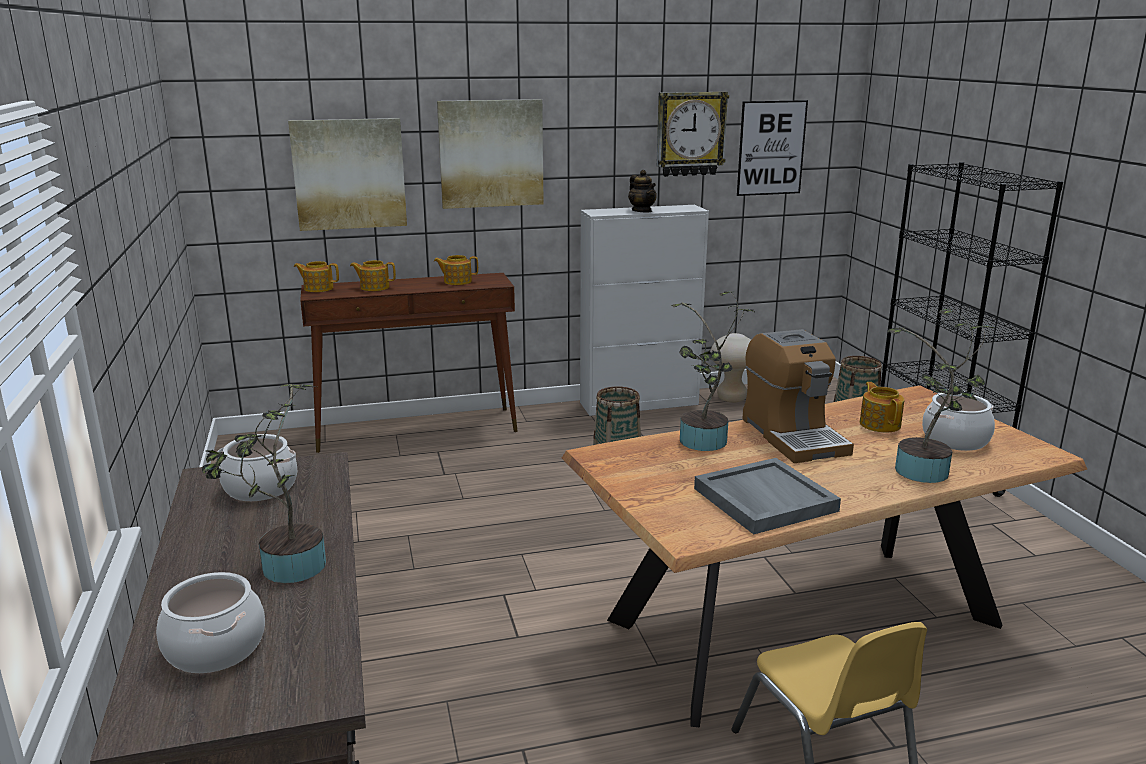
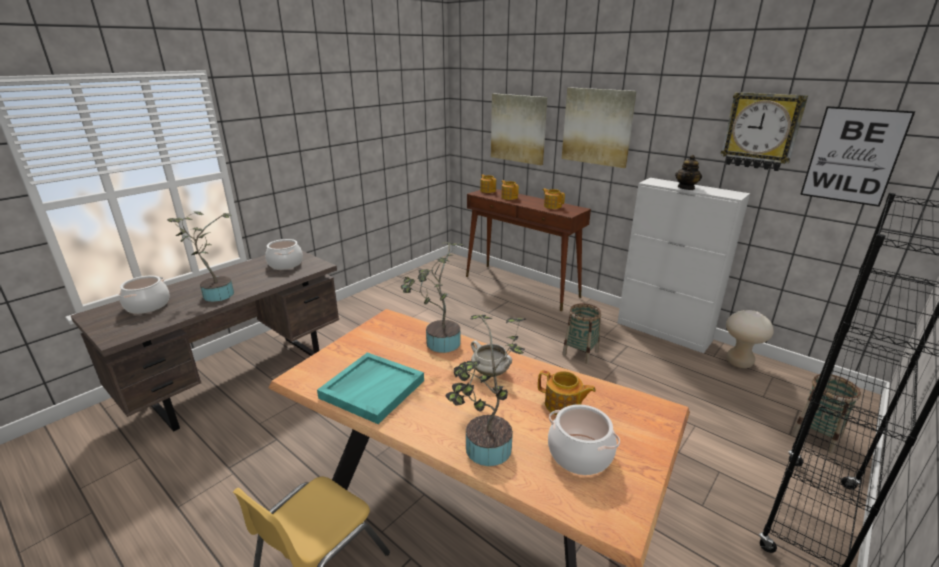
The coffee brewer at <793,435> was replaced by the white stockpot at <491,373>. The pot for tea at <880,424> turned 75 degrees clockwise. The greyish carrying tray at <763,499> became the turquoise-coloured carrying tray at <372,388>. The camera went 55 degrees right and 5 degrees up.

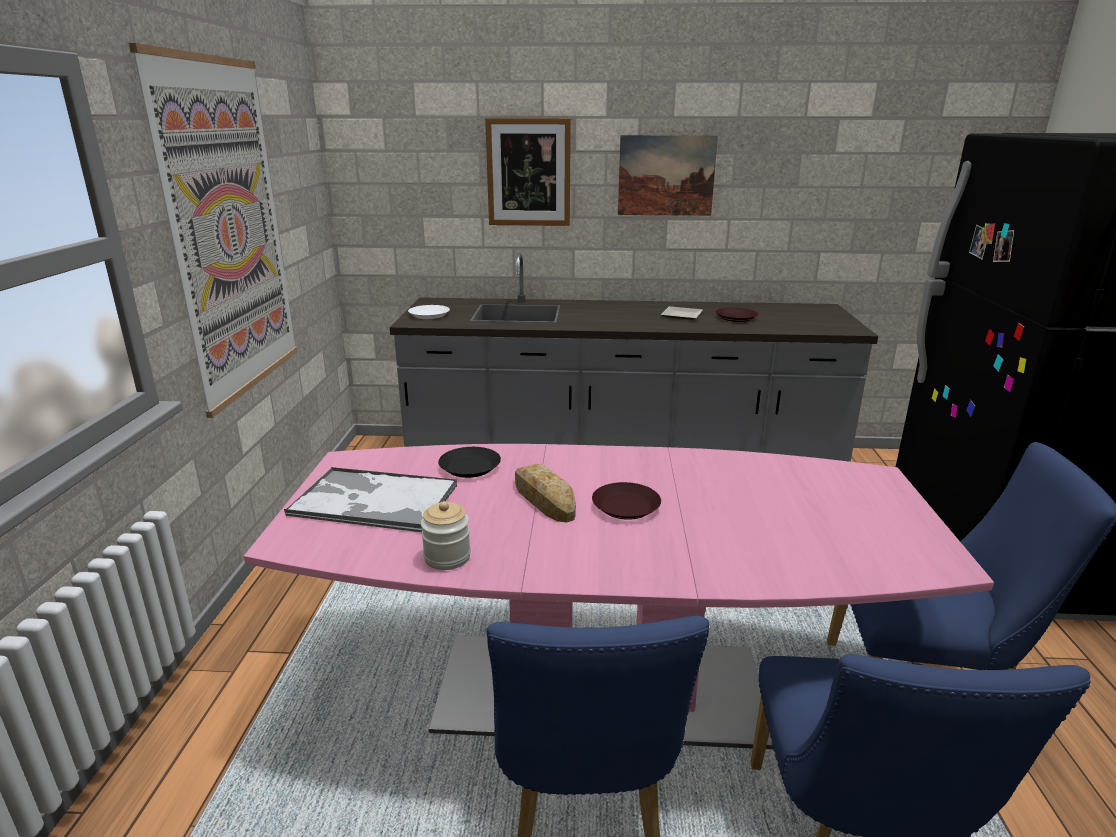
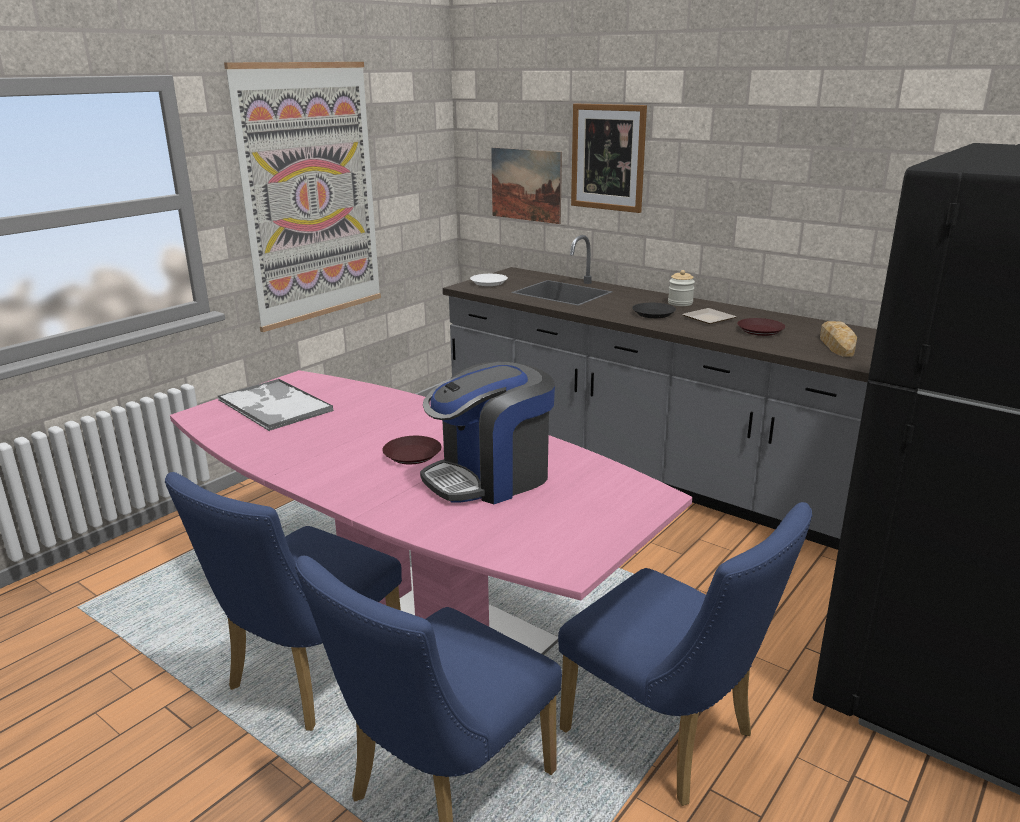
The picture moved from <666,176> to <526,185>. The black plate moved from <469,467> to <653,314>. The baked bread moved from <544,498> to <836,344>. The preserve jar moved from <447,557> to <680,303>. The coffee brewer at <490,477> appeared. The camera went 35 degrees right and 0 degrees up.

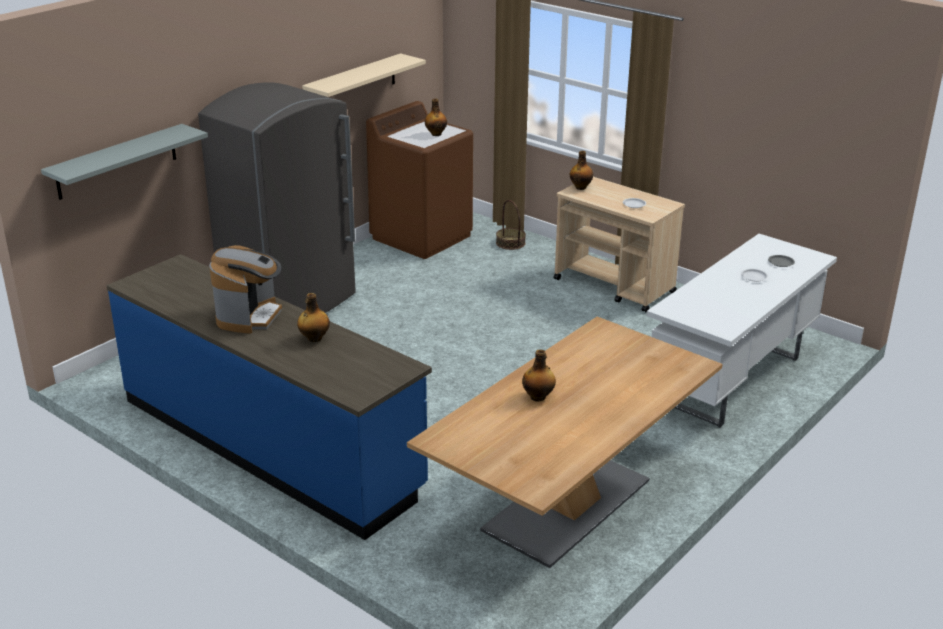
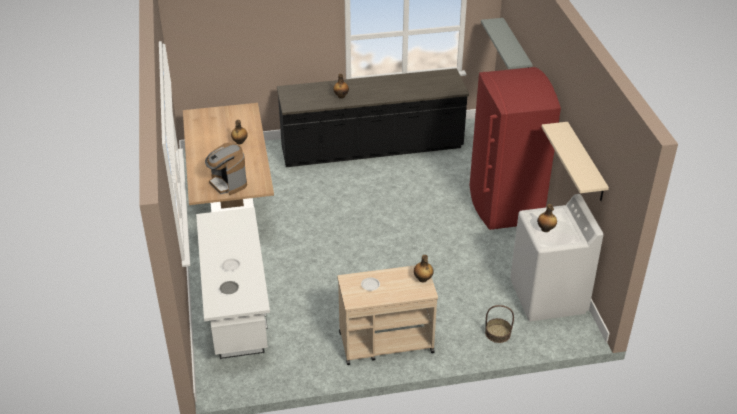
The greyish kitchen fridge at <290,302> became the red-coloured kitchen fridge at <504,205>. The brownish washing machine at <422,237> became the white washing machine at <548,297>. The coffee brewer moved from <249,316> to <228,183>. The bluish kitchen counter at <270,444> became the black kitchen counter at <372,149>. The camera went 130 degrees right and 10 degrees up.

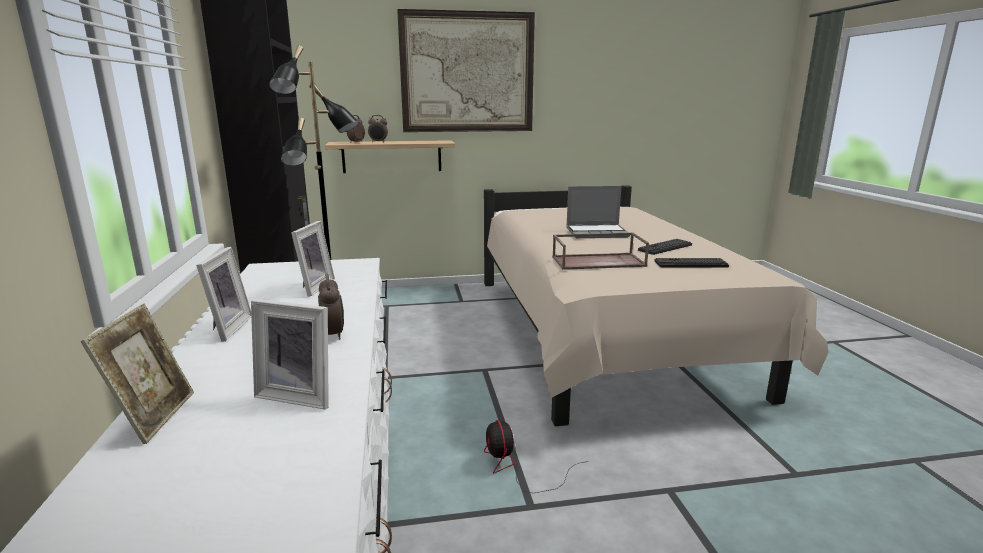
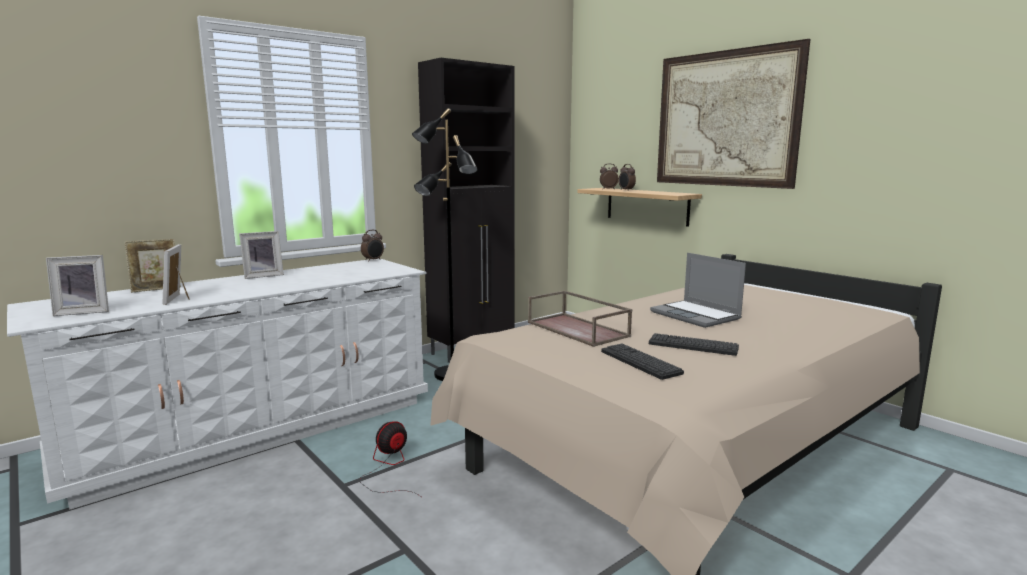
The photo frame moved from <312,287> to <84,312>. The table clock moved from <334,334> to <373,260>. The camera went 60 degrees right and 5 degrees down.

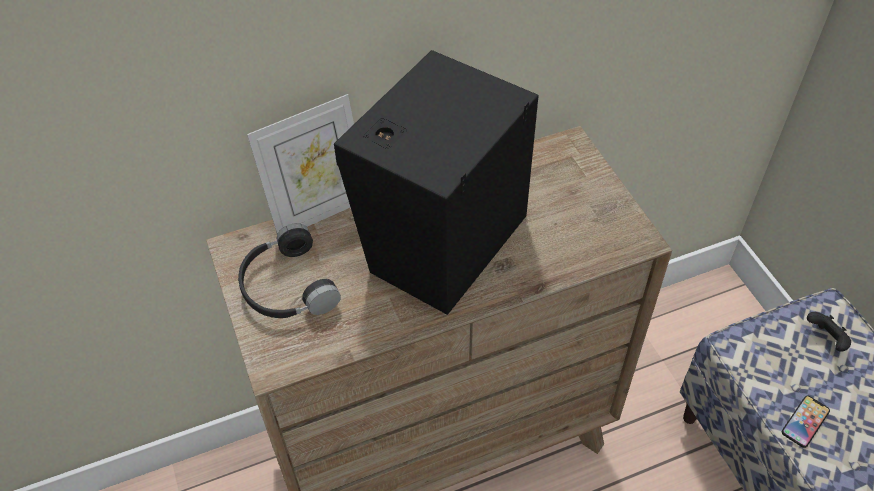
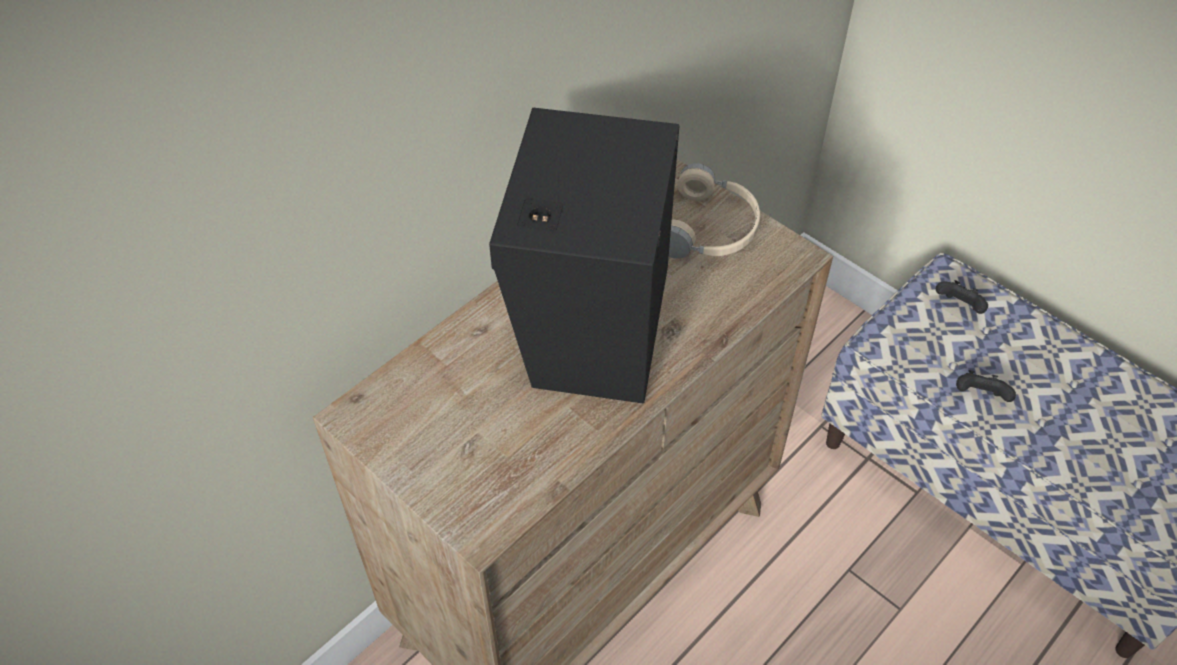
The photo frame at <319,212> disappeared. The black pair of headphones at <286,287> disappeared. The handset at <805,422> was replaced by the black game controller at <979,396>. The beige-coloured pair of headphones at <711,229> appeared. The camera went 25 degrees left and 0 degrees up.

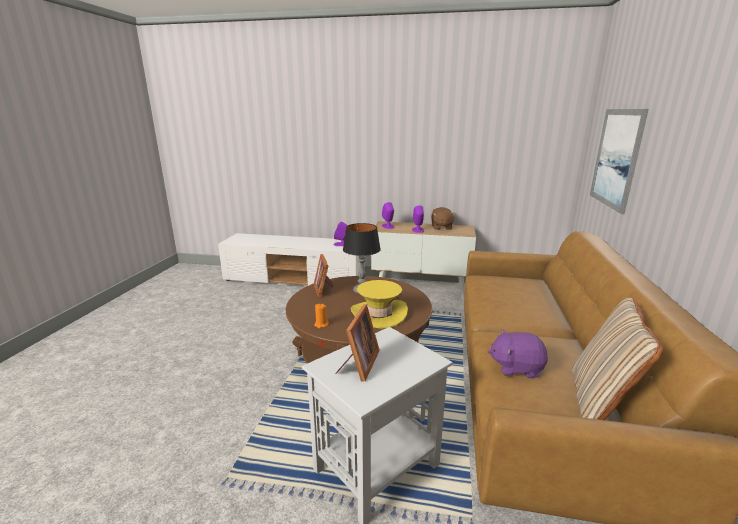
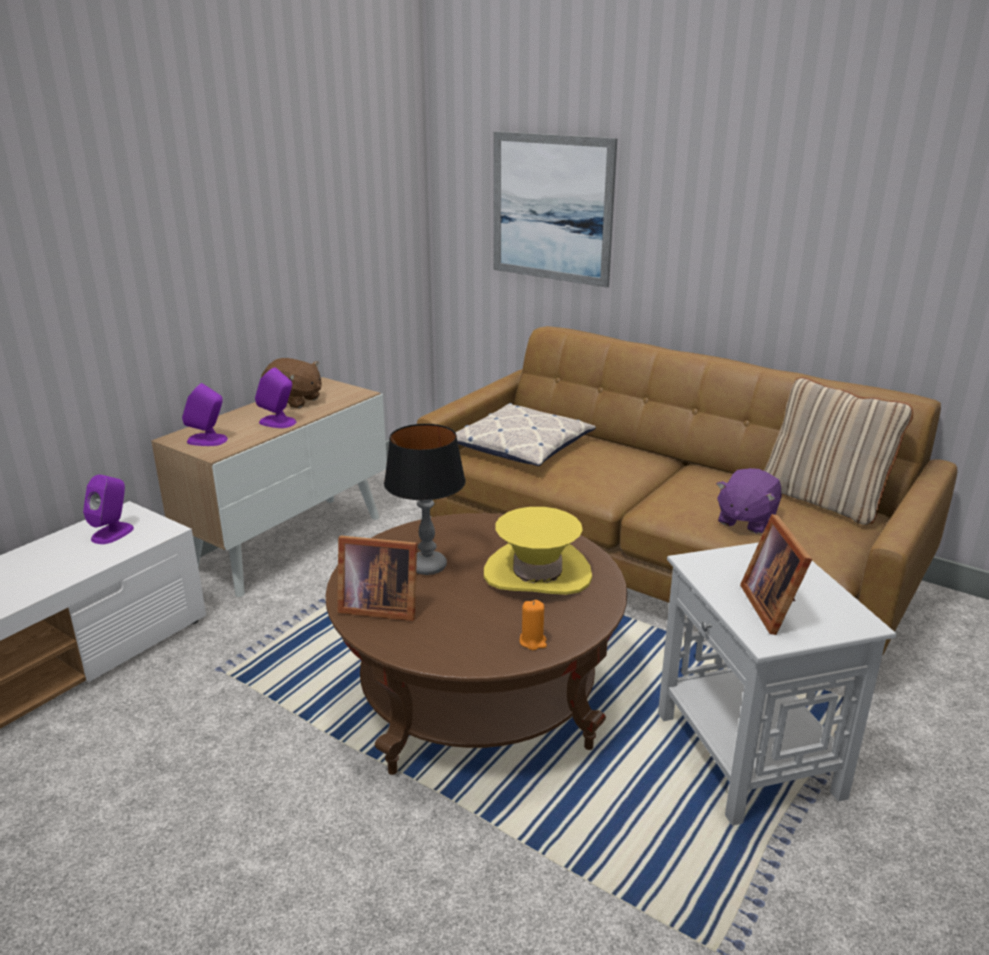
The photo frame at <358,365> turned 135 degrees counterclockwise. The throw pillow at <521,446> appeared. The camera went 65 degrees left and 5 degrees up.

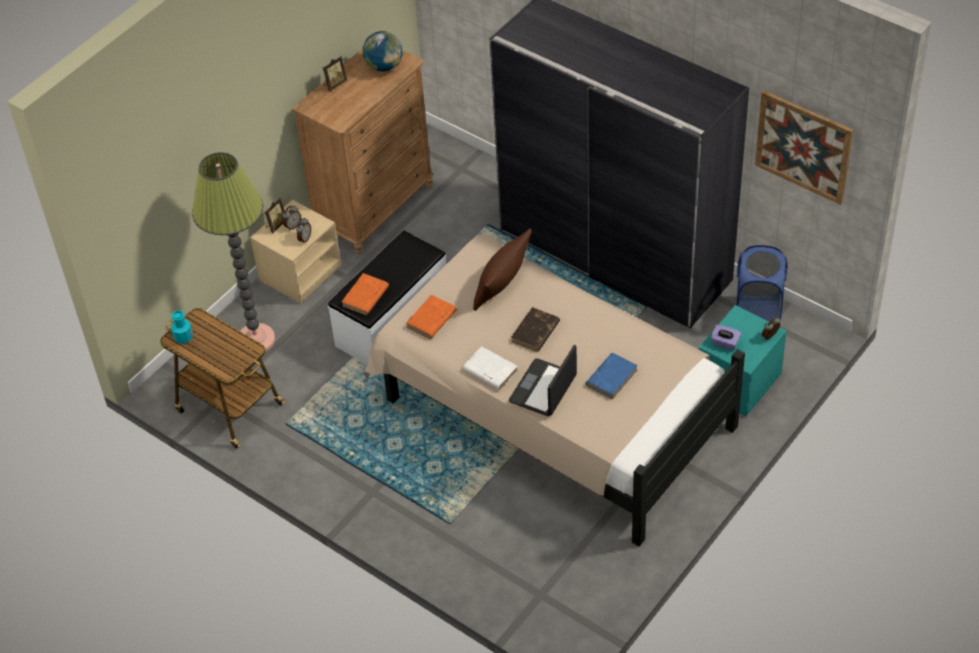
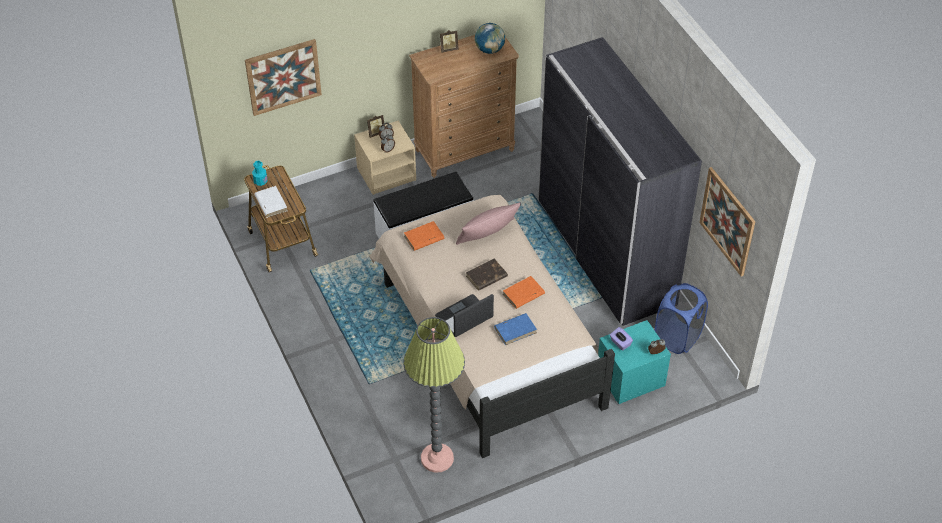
The standing lamp moved from <256,340> to <437,458>. The brownish throw pillow at <502,283> became the pink throw pillow at <487,234>. The orangey bound book moved from <365,297> to <523,294>. The white bound book moved from <489,370> to <271,203>. The picture at <283,77> appeared. The camera went 25 degrees right and 0 degrees up.

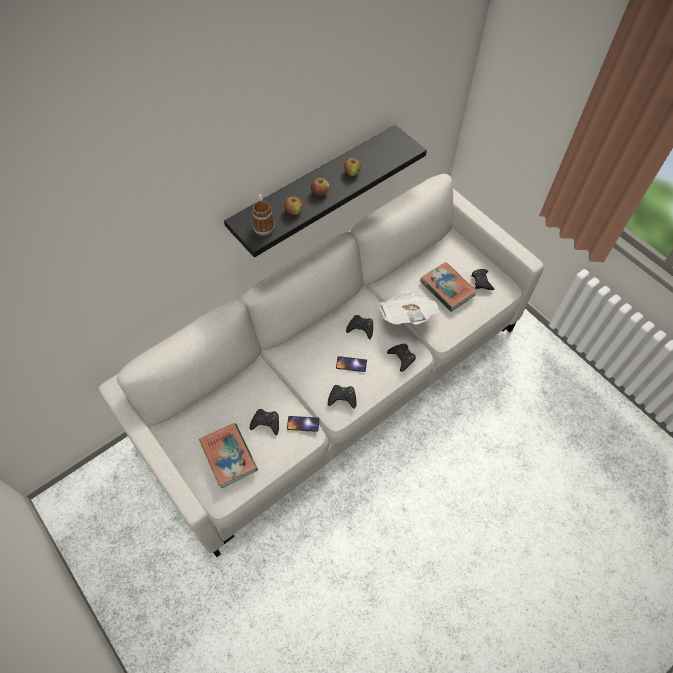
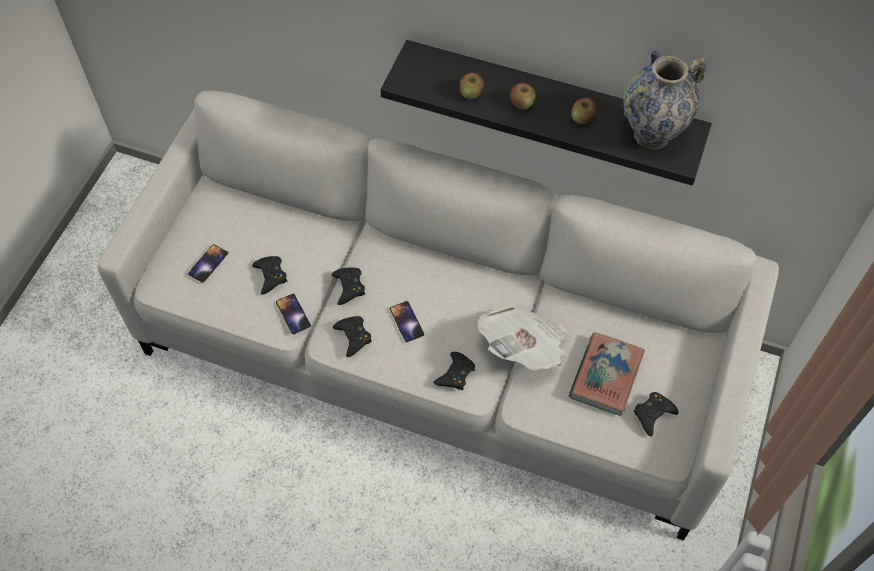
The mug at <263,224> disappeared. The black game controller moved from <361,328> to <349,287>. The bound book at <229,456> was replaced by the handset at <208,263>. The vase at <651,135> appeared. The camera went 60 degrees right and 0 degrees up.

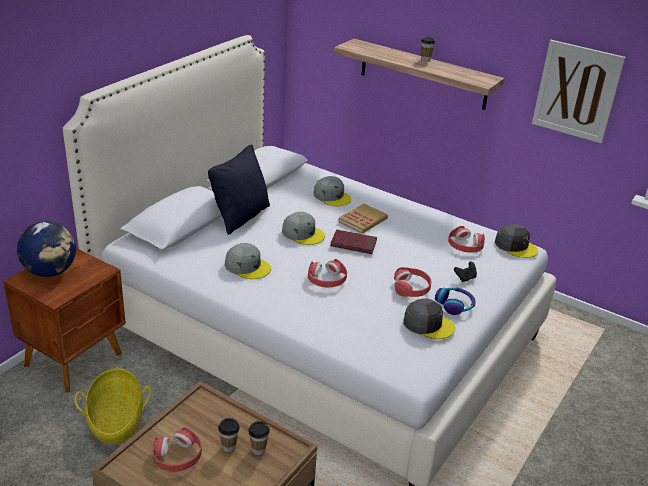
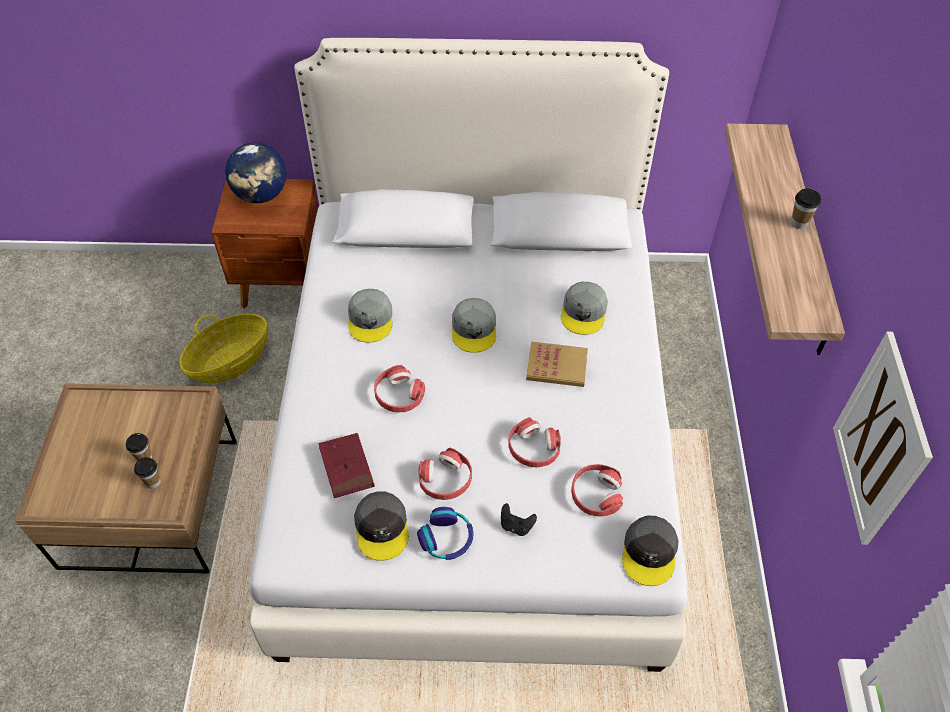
The black throw pillow at <241,217> disappeared. The red-coloured bound book moved from <353,244> to <346,467>. The red-coloured pair of headphones moved from <177,456> to <534,448>. The camera went 60 degrees right and 20 degrees up.

